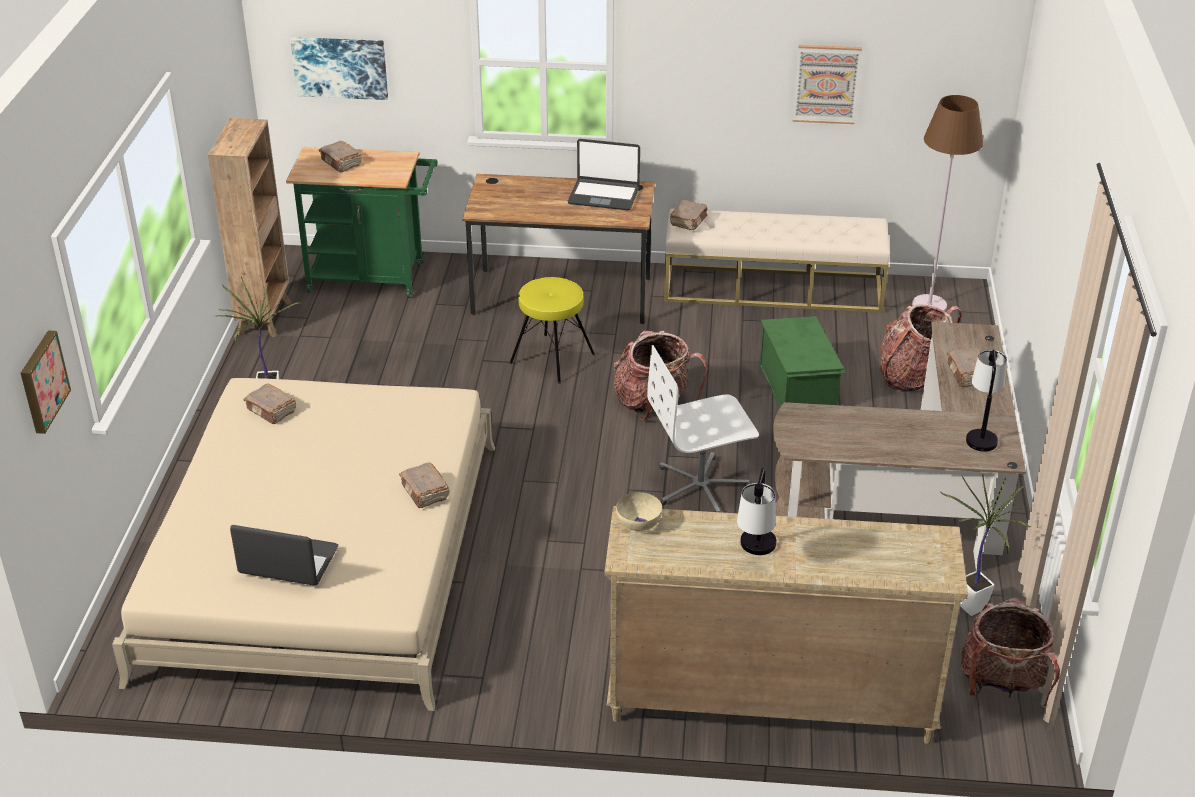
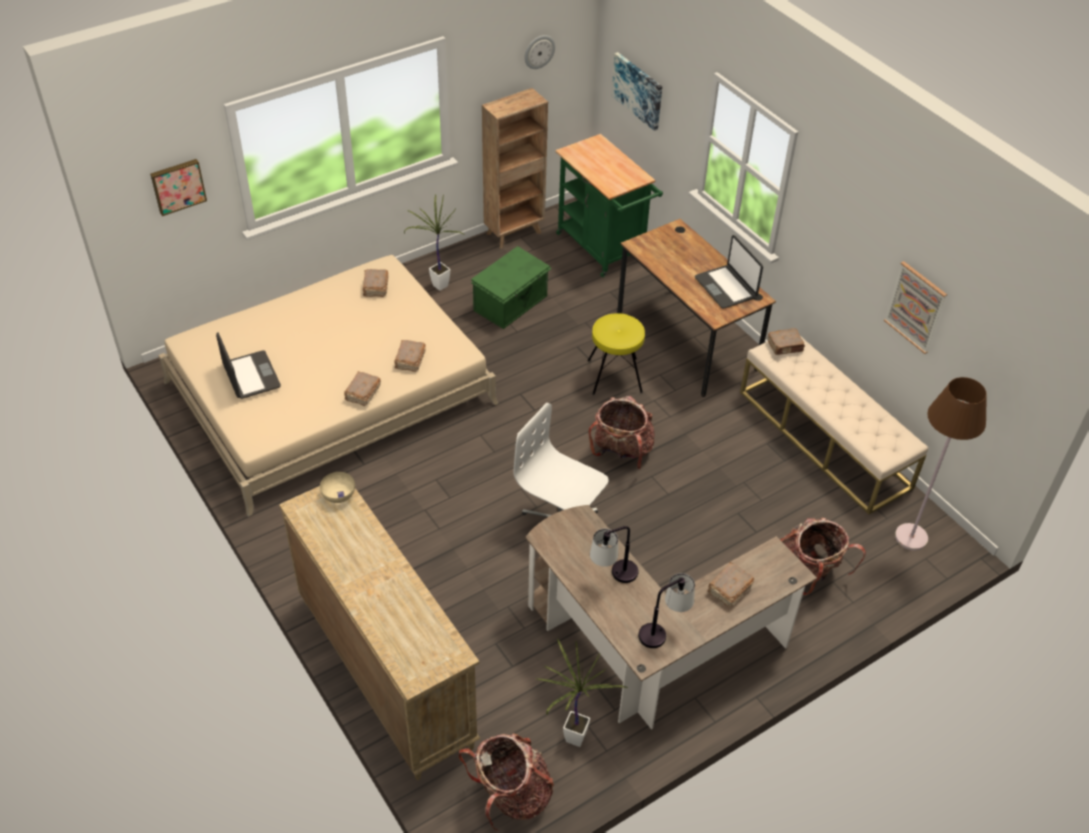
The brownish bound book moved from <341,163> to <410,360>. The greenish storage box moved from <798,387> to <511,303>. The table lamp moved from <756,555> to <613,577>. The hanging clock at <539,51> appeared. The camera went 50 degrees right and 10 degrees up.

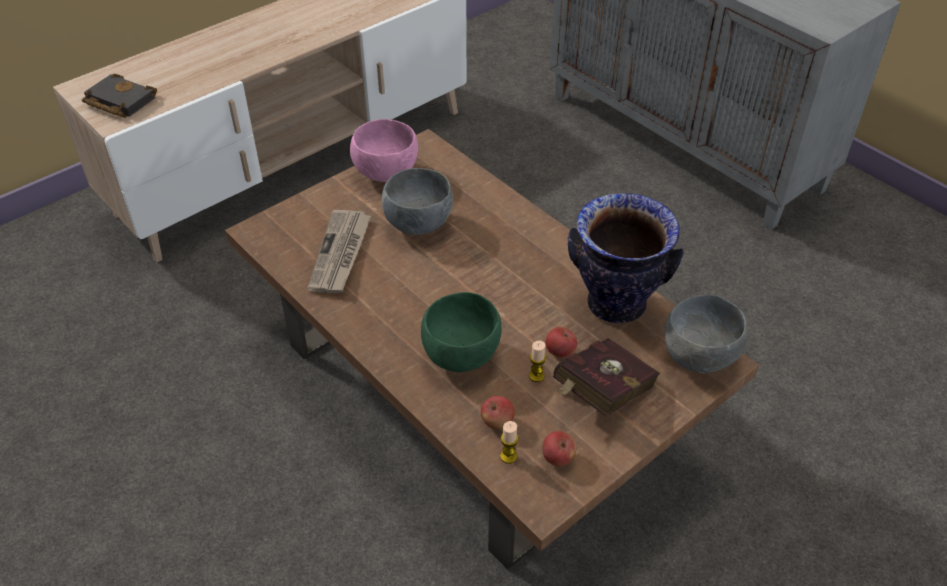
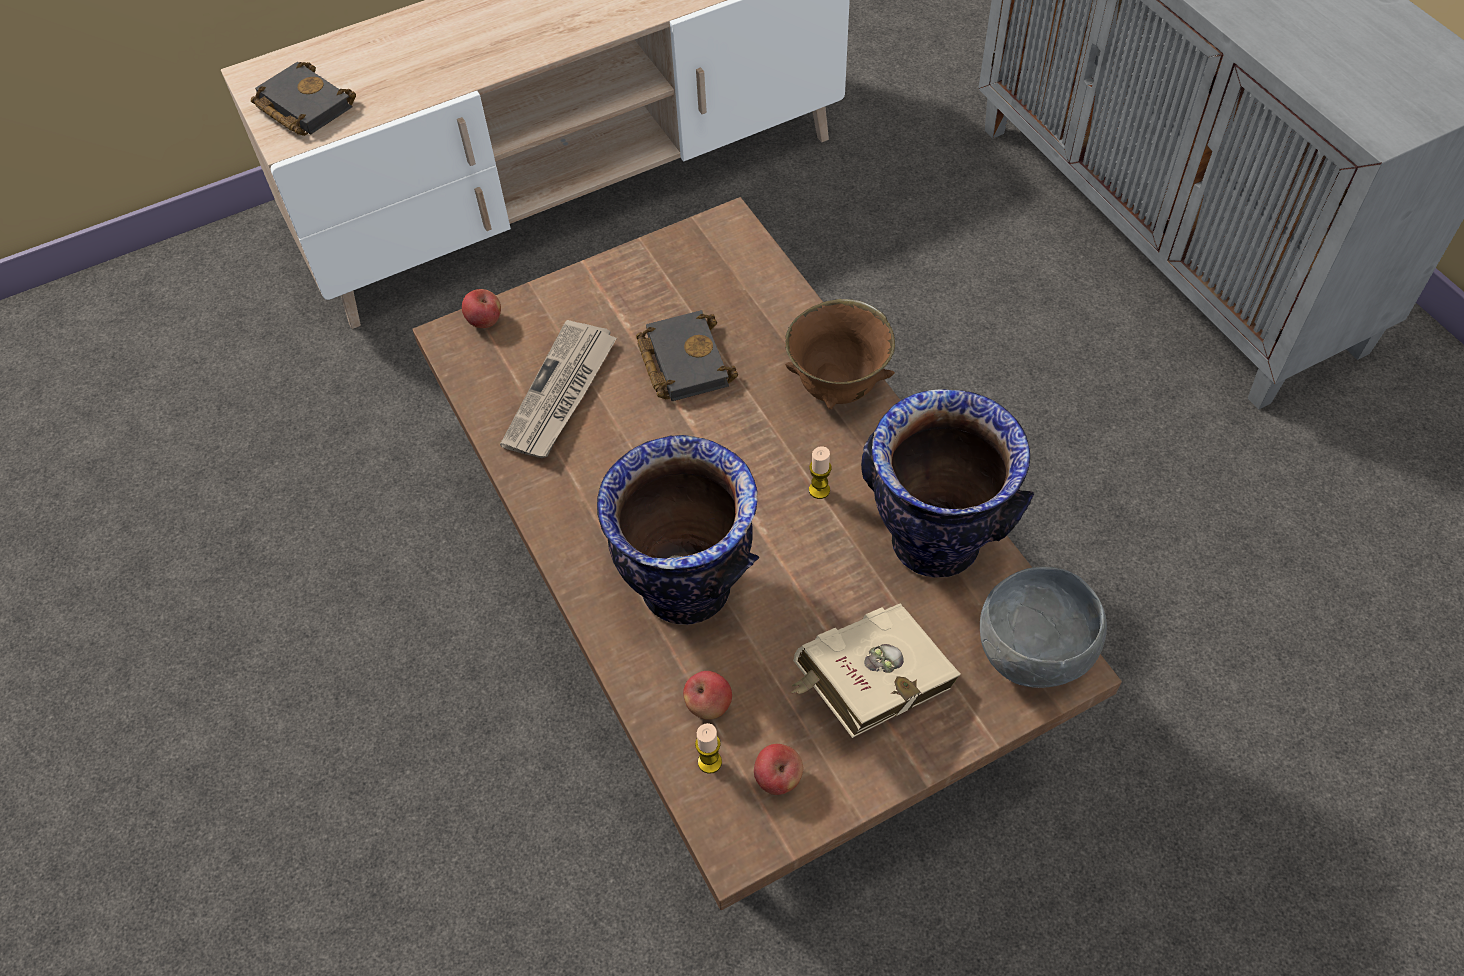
The pink serving bowl at <385,173> disappeared. The greyish serving bowl at <418,224> was replaced by the black bound book at <682,361>. The greenish serving bowl at <460,356> was replaced by the vase at <685,589>. The apple fruit moved from <560,352> to <484,321>. The red-coloured bound book at <600,394> became the beige-coloured bound book at <867,688>. The wax light moved from <536,376> to <819,490>. The brownish serving bowl at <838,388> appeared. The camera went 15 degrees right and 10 degrees up.

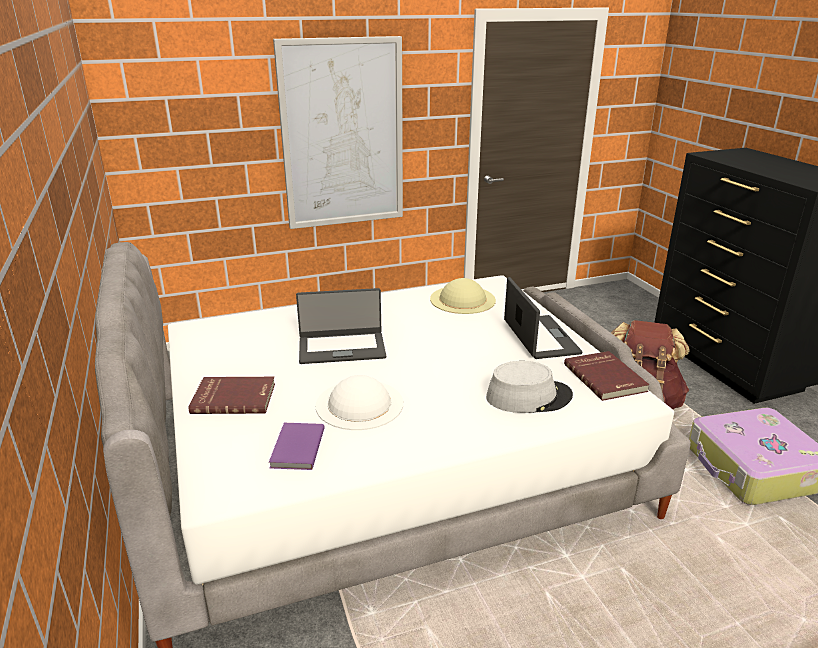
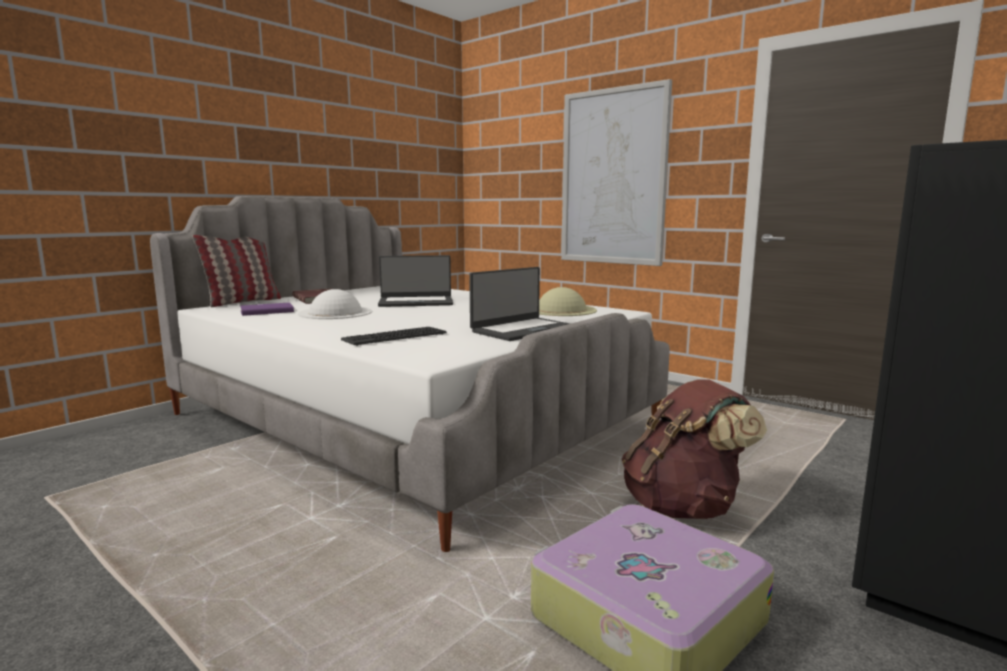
The notebook computer at <342,348> turned 60 degrees counterclockwise. The red-coloured bound book at <606,378> disappeared. The greyish wearable hat at <528,396> was replaced by the computer keyboard at <394,337>. The throw pillow at <242,302> appeared. The camera went 60 degrees right and 15 degrees down.

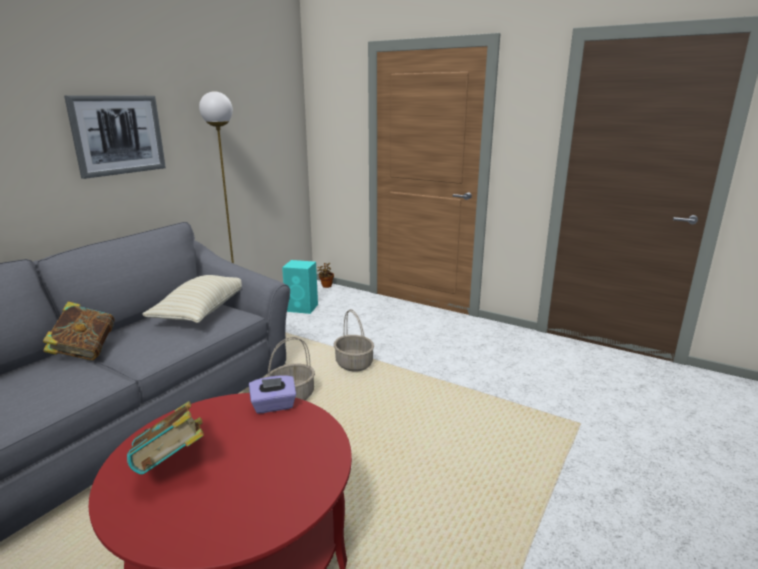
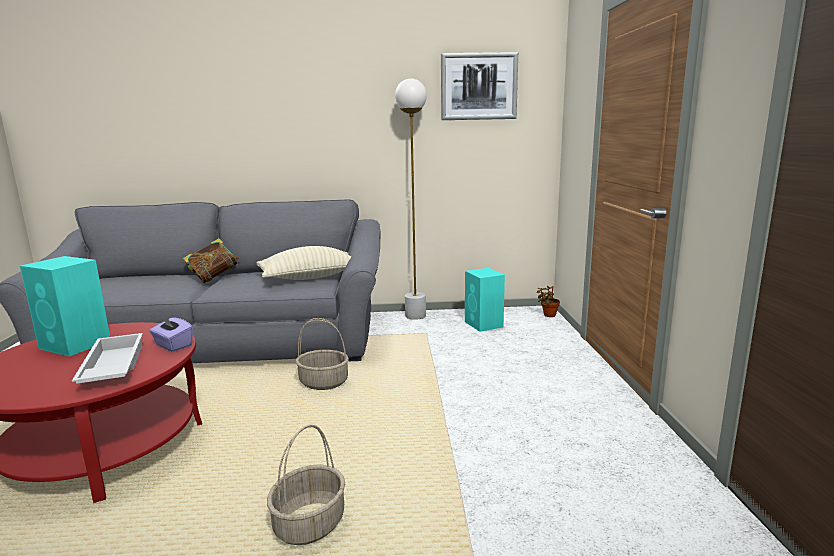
The picture moved from <118,135> to <478,86>. The basket moved from <354,364> to <309,524>. The bound book at <172,464> was replaced by the turquoise-coloured audio speaker at <76,345>. The white carrying tray at <111,367> appeared. The camera went 55 degrees right and 5 degrees down.

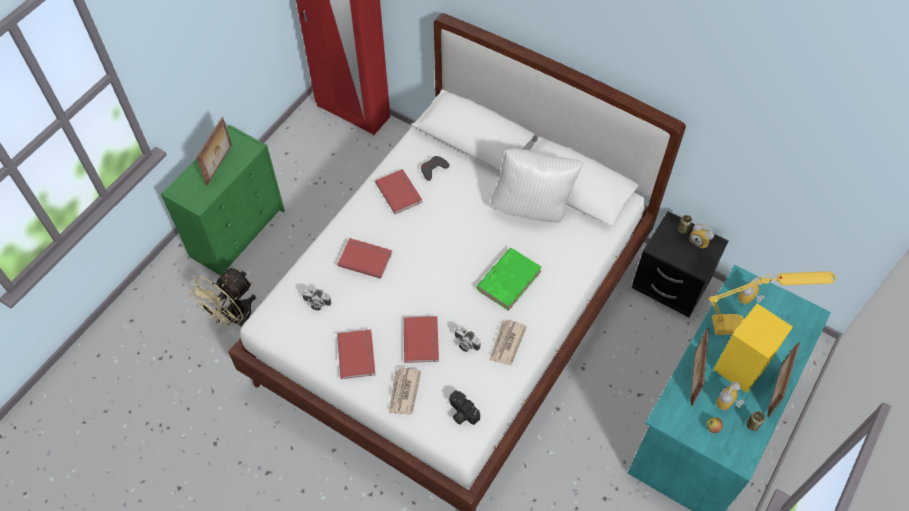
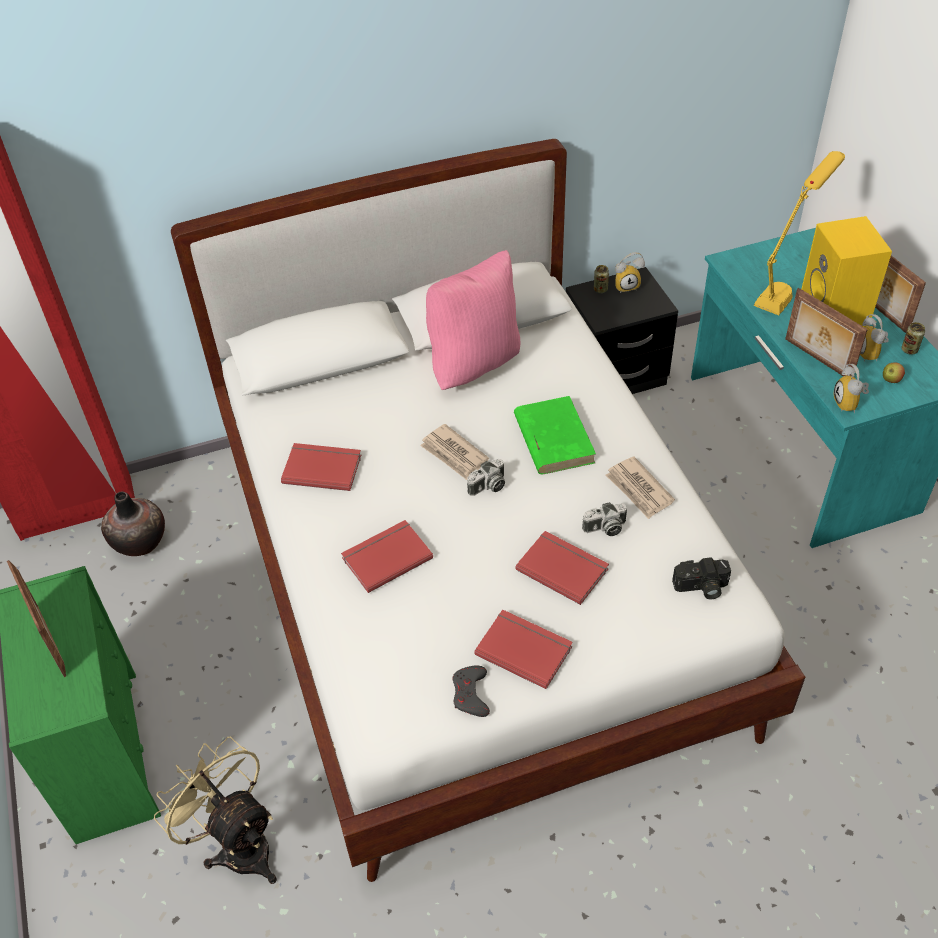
The white throw pillow at <532,207> became the pink throw pillow at <474,364>. The greyish game controller moved from <433,169> to <471,694>. The beige-coloured electric fan at <233,319> turned 150 degrees clockwise. The table clock moved from <748,300> to <849,404>. The still camera moved from <316,303> to <488,487>. The printed paper moved from <403,392> to <454,454>. The vase at <140,541> appeared. The camera went 50 degrees left and 10 degrees down.

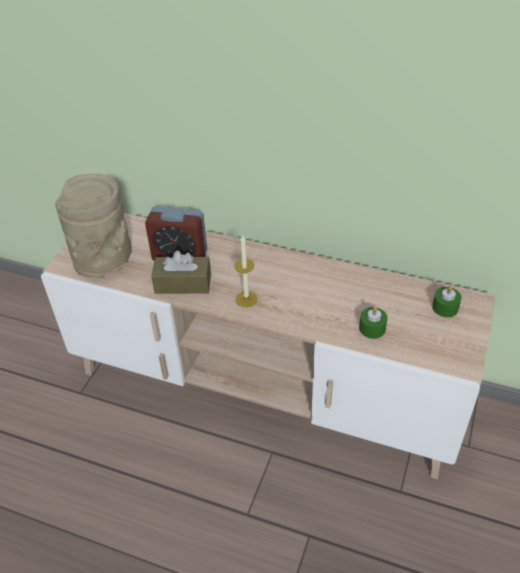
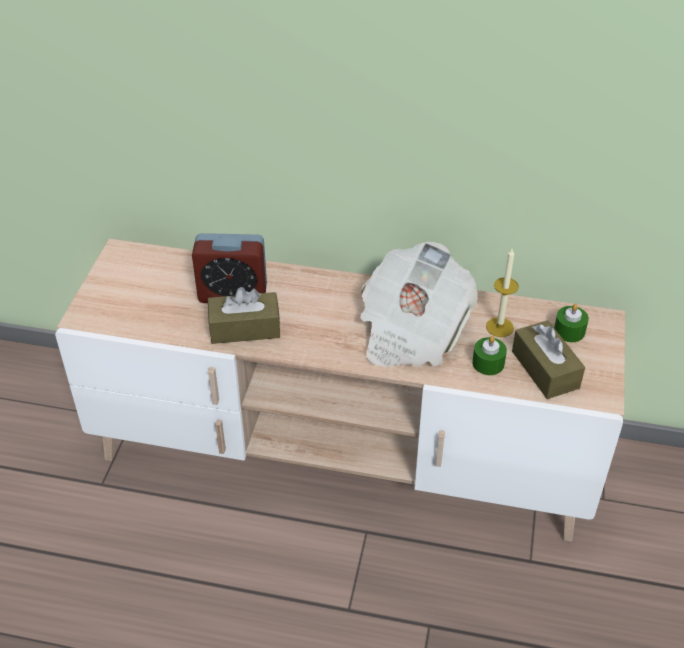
The beige-coloured vase at <104,261> disappeared. The wax light moved from <246,299> to <499,327>. The printed paper at <411,331> appeared. The brownish tissue holder at <545,369> appeared. The camera went 10 degrees left and 0 degrees up.

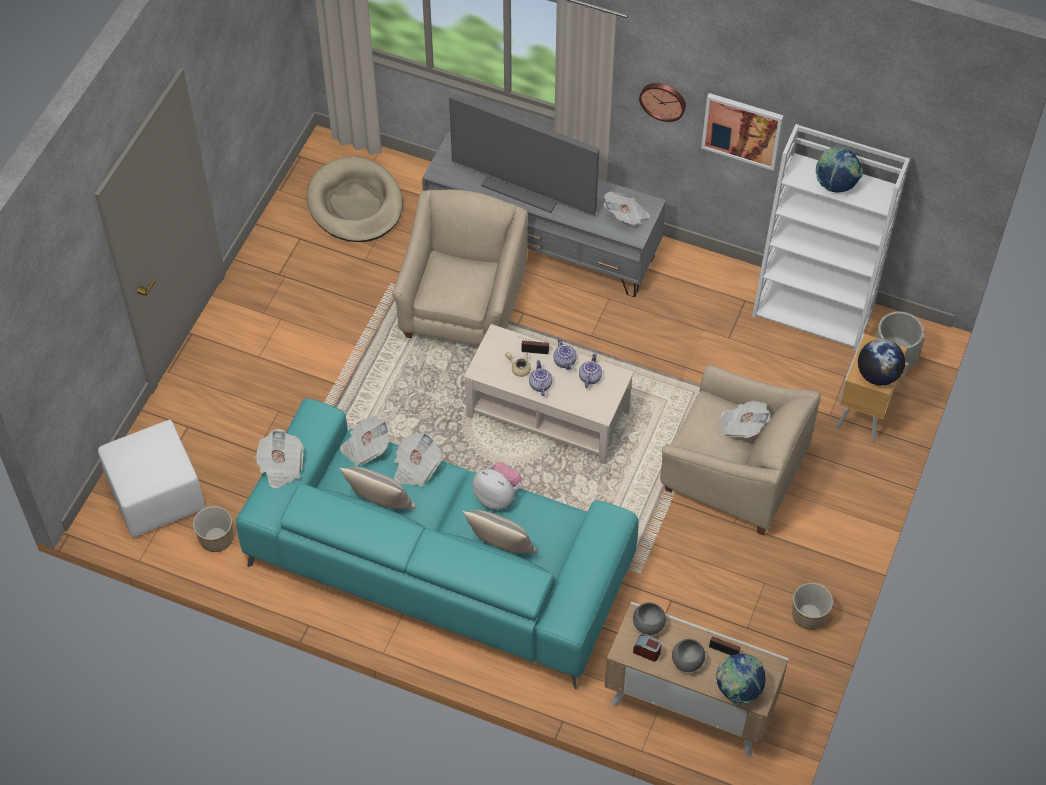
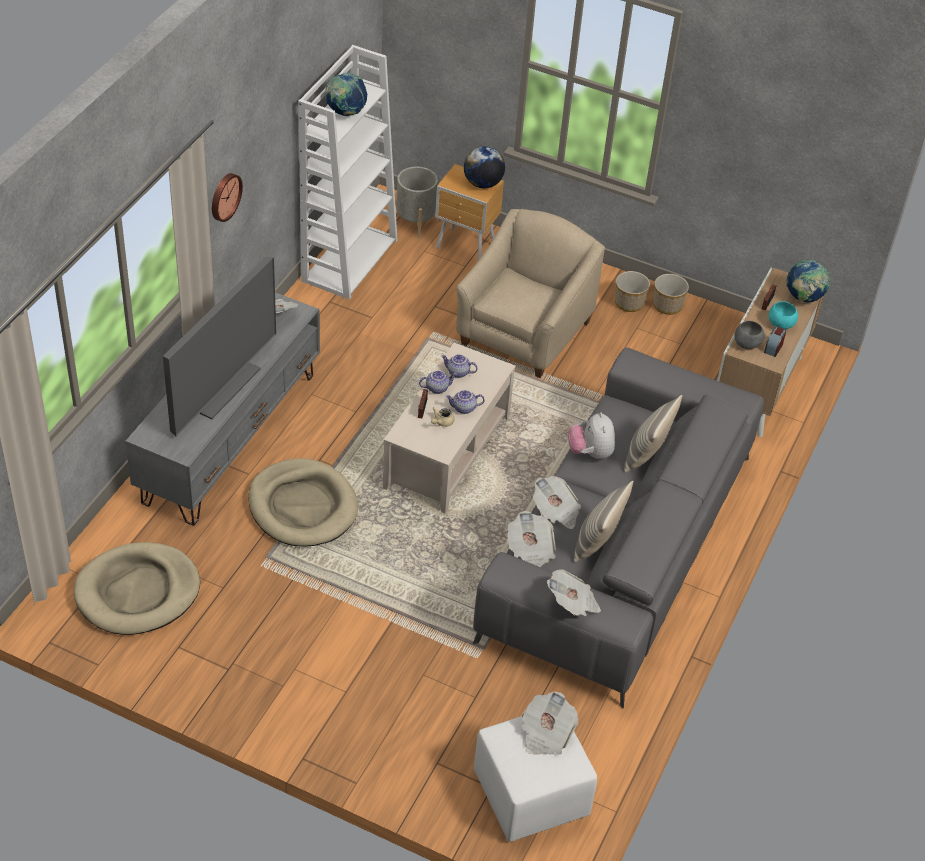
The picture at <742,130> disappeared. The beige-coloured easy chair at <463,306> was replaced by the beige-coloured pet bed at <302,506>. The turquoise-coloured couch at <439,563> became the greyish couch at <618,546>. The printed paper moved from <742,426> to <546,734>. The cuddly toy at <497,496> turned 45 degrees counterclockwise. The plant pot moved from <215,538> to <629,303>. The greyish serving bowl at <687,661> became the turquoise-coloured serving bowl at <780,325>. The camera went 90 degrees left and 10 degrees down.

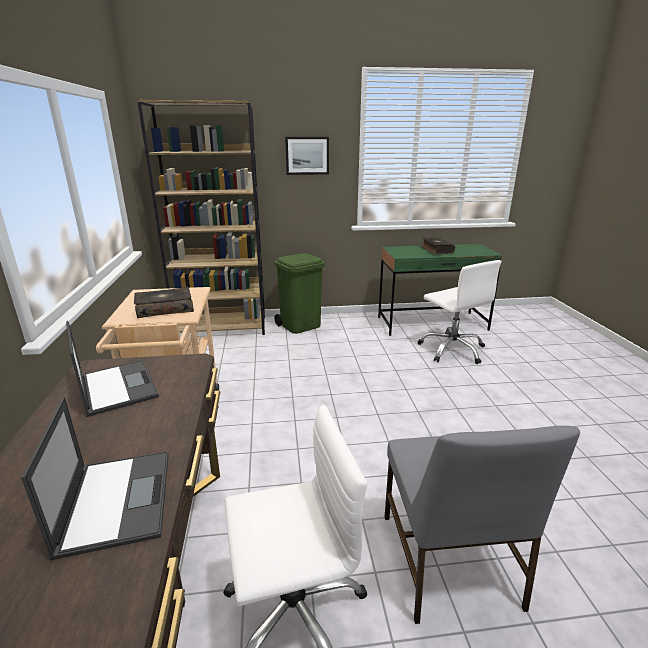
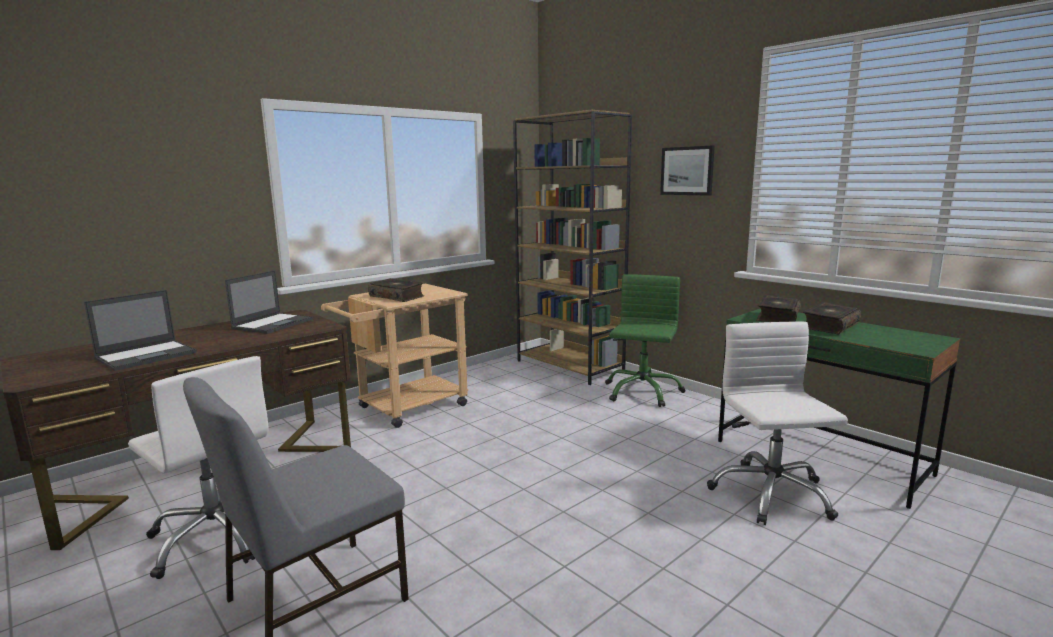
The greenish rubbish bin at <301,325> was replaced by the greenish desk chair at <642,391>. The white desk chair at <452,349> turned 150 degrees clockwise. The bound book at <777,317> appeared. The camera went 55 degrees right and 10 degrees down.

